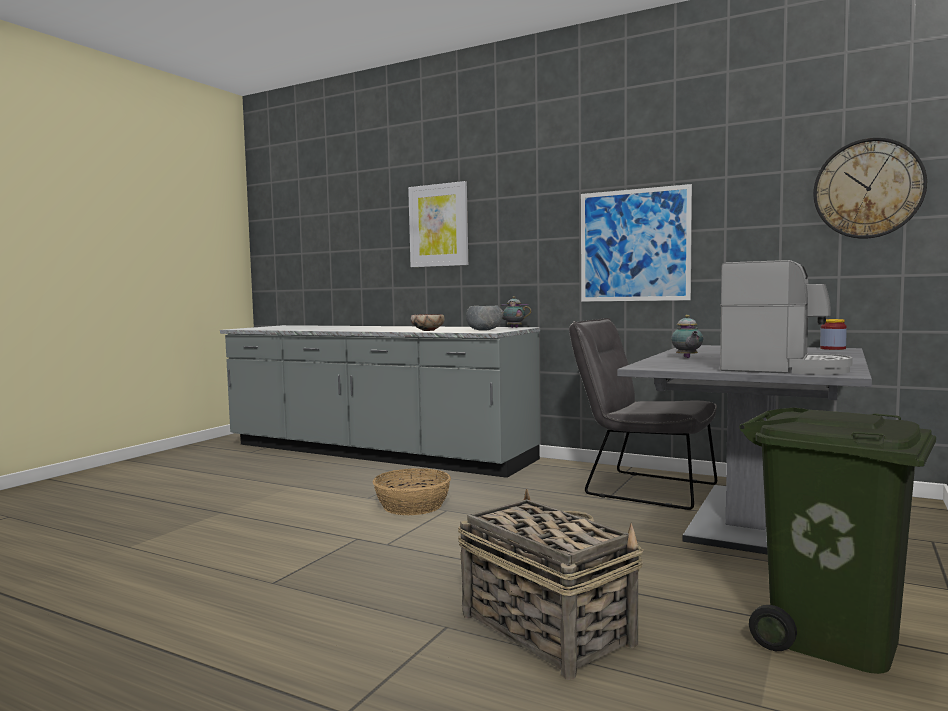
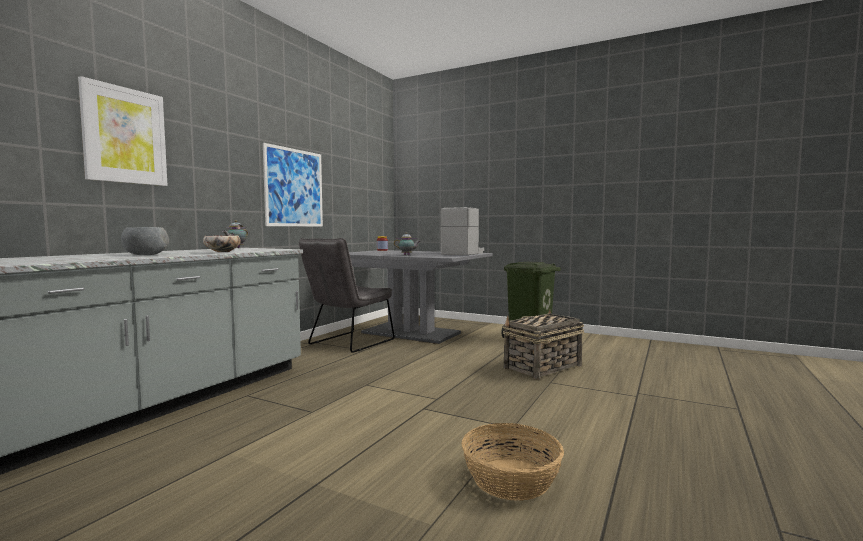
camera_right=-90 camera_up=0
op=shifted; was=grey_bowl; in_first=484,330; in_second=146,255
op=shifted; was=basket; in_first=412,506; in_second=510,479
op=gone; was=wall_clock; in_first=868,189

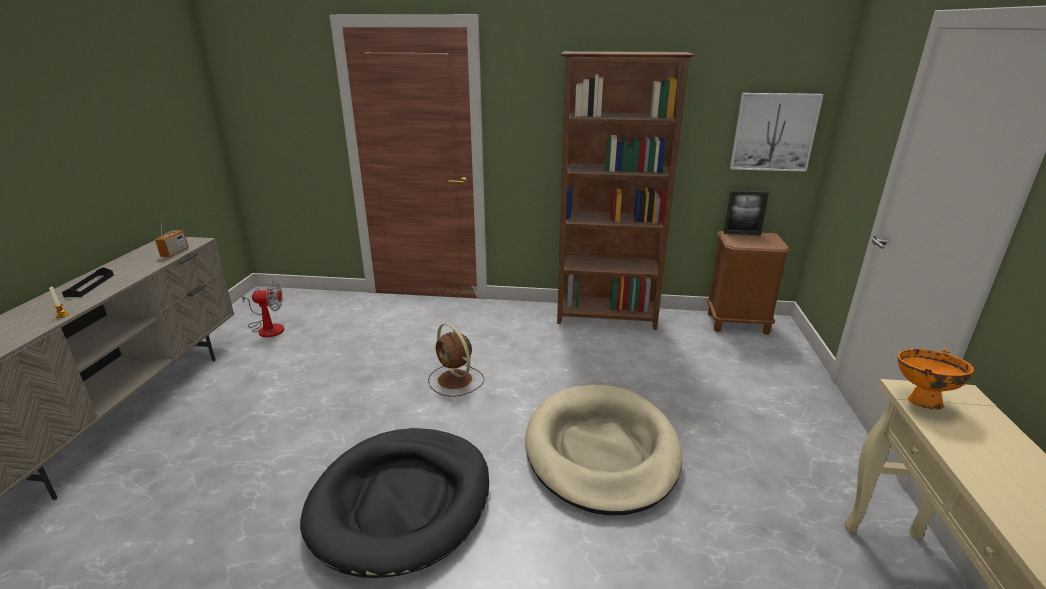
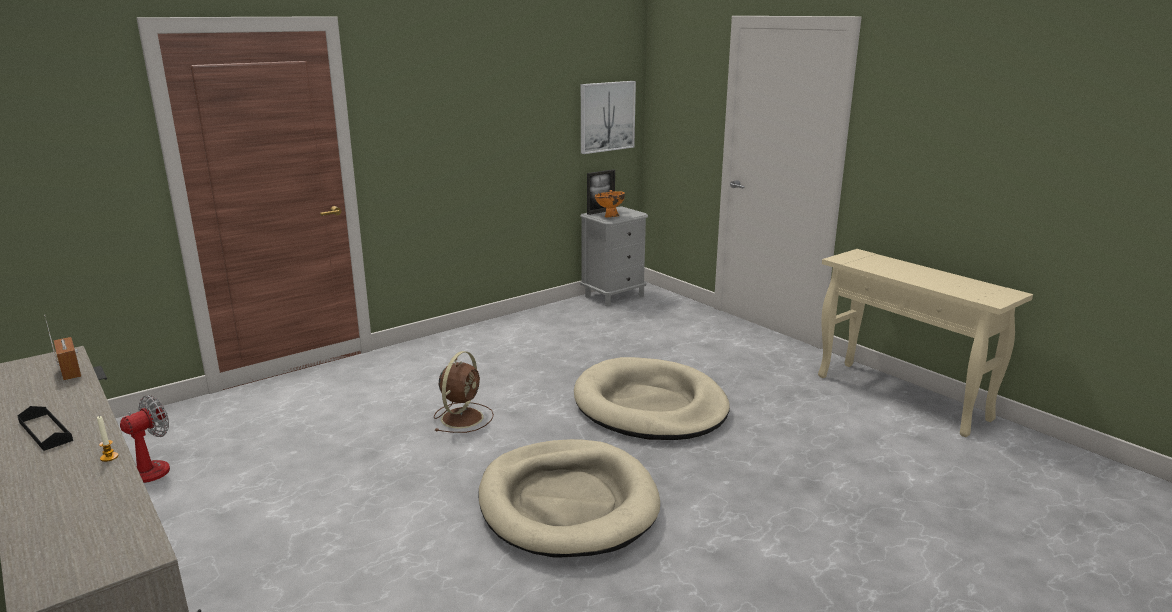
camera_right=-45 camera_up=-5
op=rotated; was=brown_fan; in_first=456,380; in_second=463,417; clockwise=-75
op=repainted; was=black_dog_bed; now=beige_dog_bed; in_first=401,502; in_second=567,503
op=repainted; was=brown_nightstand; now=grey_nightstand; in_first=737,323; in_second=614,296
op=shifted; was=orange_bowl; in_first=920,401; in_second=609,217
op=gone; was=brown_bookcase; in_first=607,317

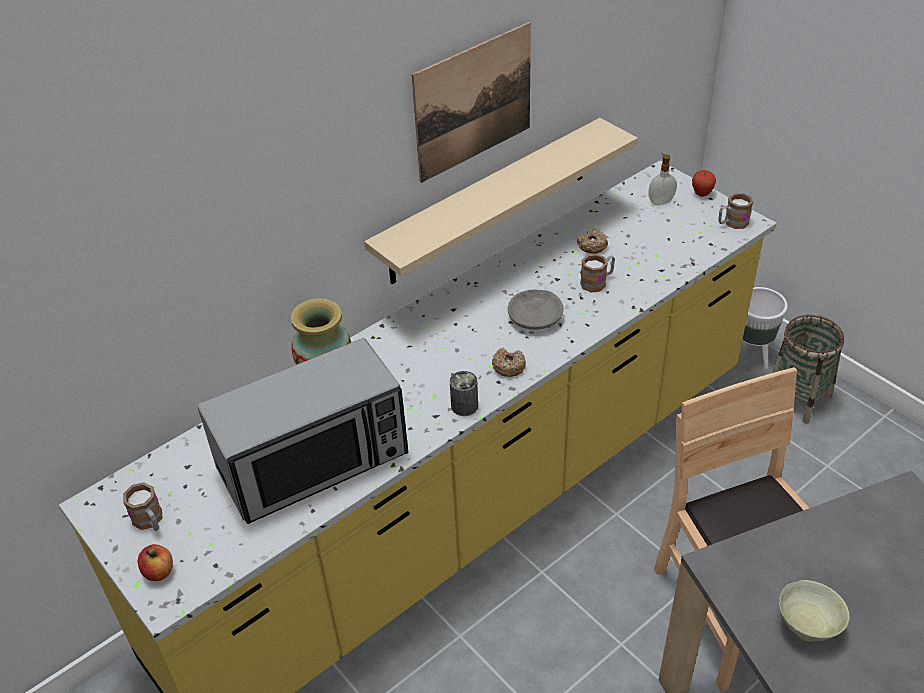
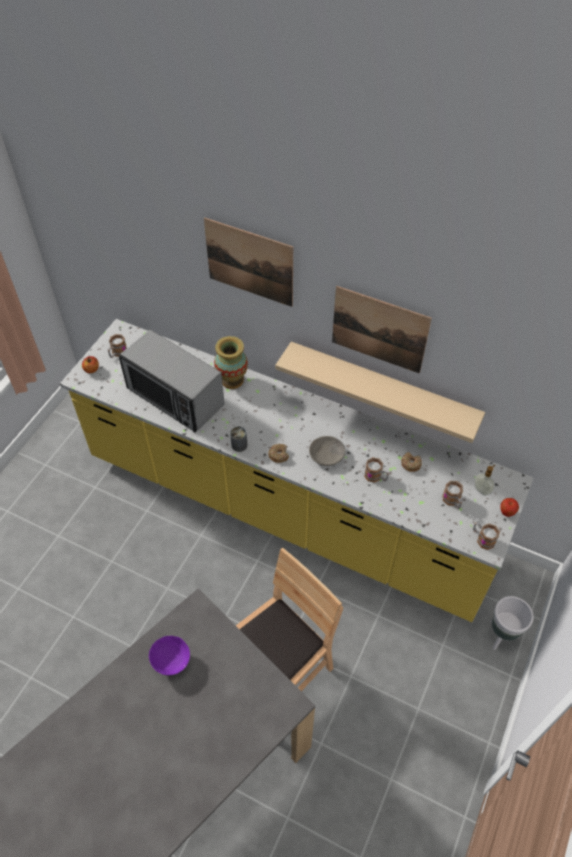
camera_right=65 camera_up=10
op=repainted; was=beige_bowl; now=purple_bowl; in_first=808,626; in_second=171,662
op=new; now=picture; in_second=249,262
op=new; now=mug; in_second=452,501
op=gone; was=basket; in_first=797,398

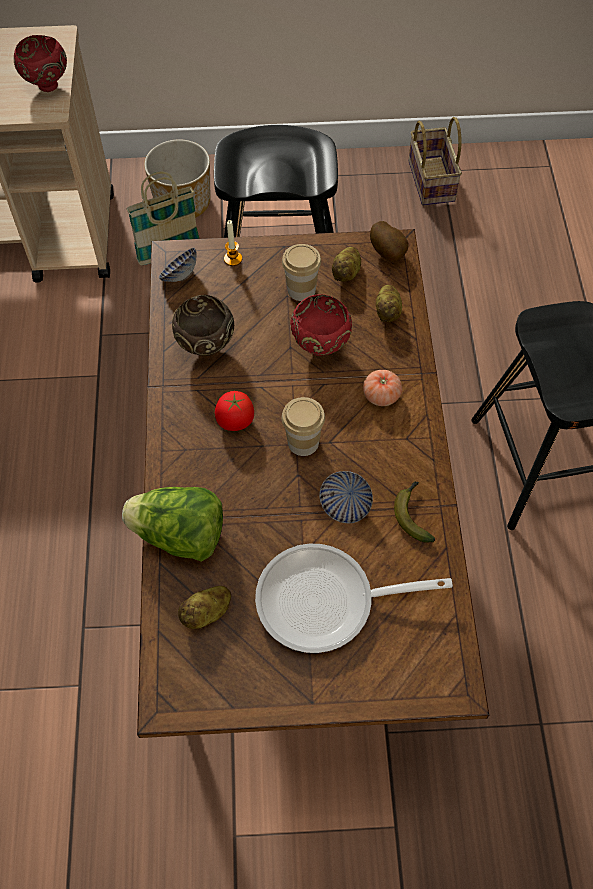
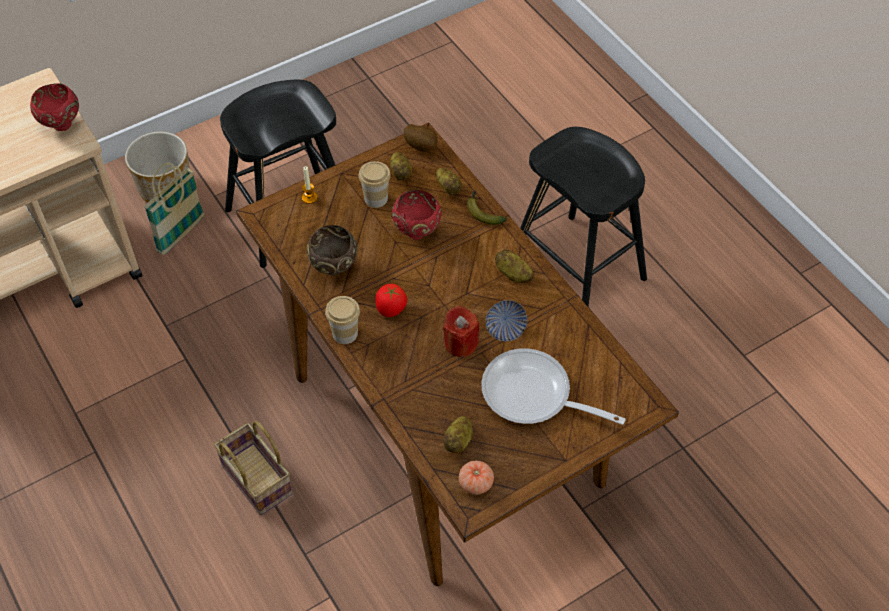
camera_right=-30 camera_up=-5
op=shifted; was=basket; in_first=429,180; in_second=254,479
op=shifted; was=cup; in_first=303,442; in_second=345,333
op=new; now=red_candle; in_second=460,343
op=shifted; was=tomato; in_first=381,395; in_second=476,483
op=shifted; was=banana; in_first=413,514; in_second=483,212
op=rotated; was=frying_pan; in_first=326,602; in_second=533,395; clockwise=60
op=new; now=potato; in_second=513,274
op=gone; was=lettuce; in_first=180,536
op=gone; was=bowl; in_first=179,276

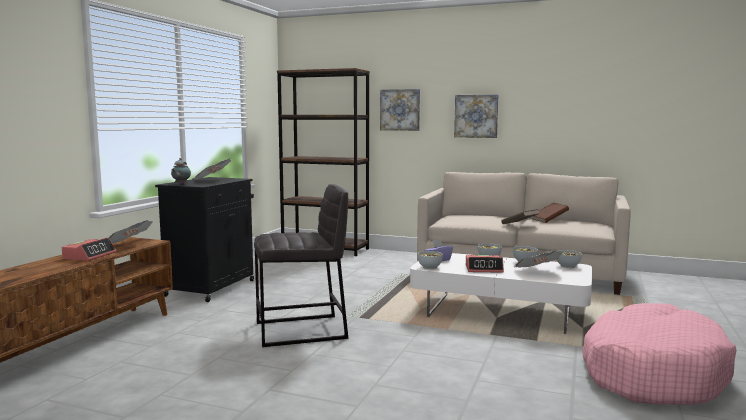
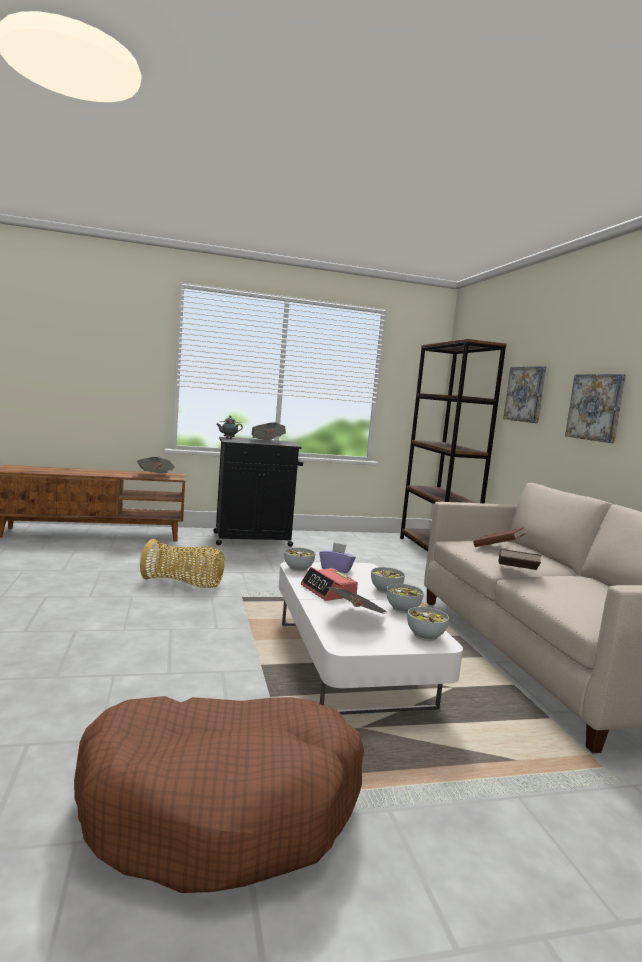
camera_right=55 camera_up=0
op=repainted; was=pink_dog_bed; now=brown_dog_bed; in_first=651,372; in_second=222,805
op=swapped; was=grey_stool; now=basket; in_first=302,331; in_second=184,583
op=shifted; was=brown_book; in_first=549,220; in_second=497,548
op=gone; was=alarm_clock; in_first=89,256

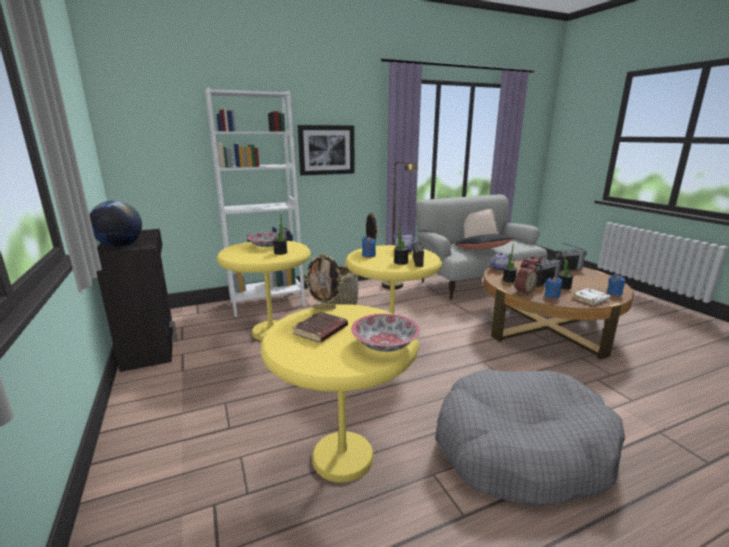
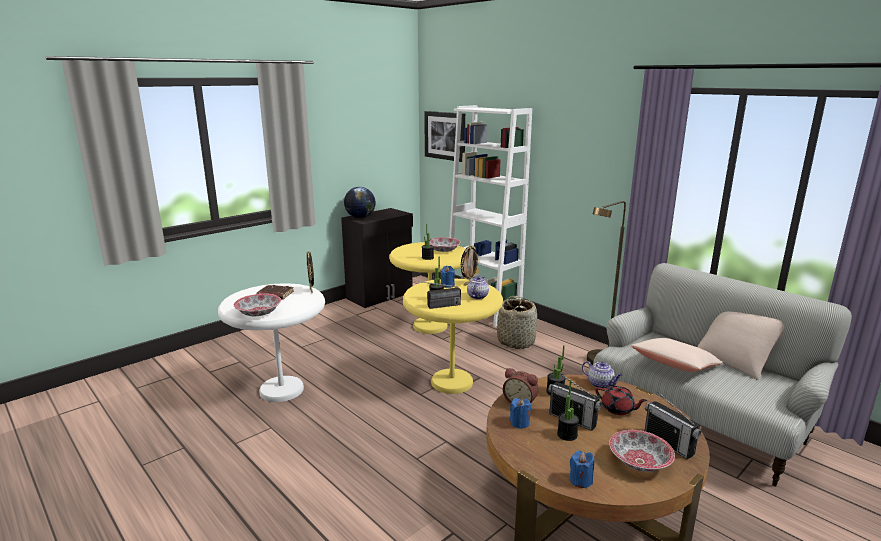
camera_right=70 camera_up=0
op=repainted; was=yellow_side_table; now=white_side_table; in_first=343,457; in_second=281,390
op=shifted; was=picture; in_first=326,150; in_second=445,136
op=new; now=bowl; in_second=640,462
op=repainted; was=black_pillow; now=beige_pillow; in_first=482,250; in_second=674,366
op=gone; was=grey_dog_bed; in_first=521,449
op=gone; was=white_book; in_first=591,299

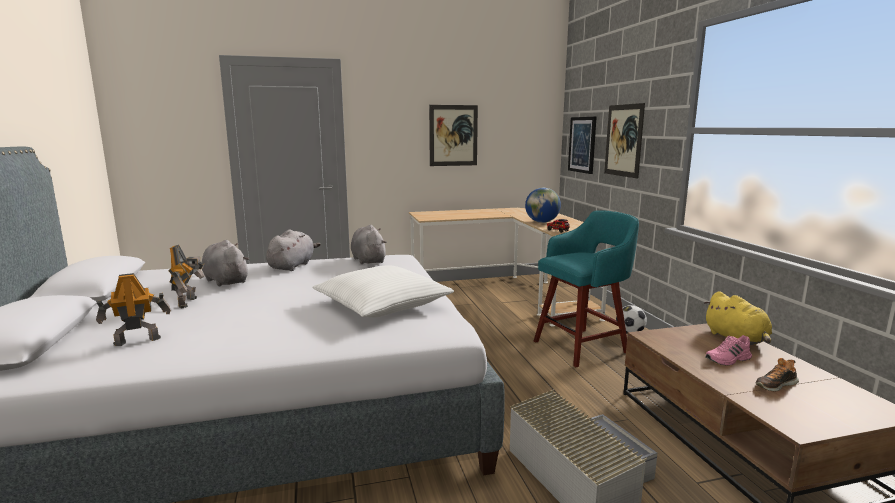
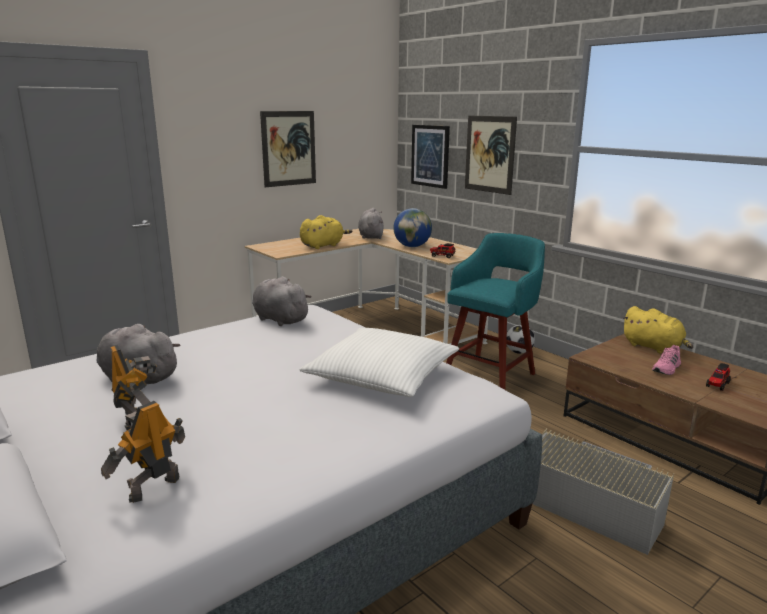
camera_right=-25 camera_up=5
op=new; now=yellow_plush_toy; in_second=323,246
op=shifted; was=grey_plush_toy; in_first=292,266; in_second=370,236
op=swapped; was=shoe; now=toy_truck; in_first=775,385; in_second=717,385

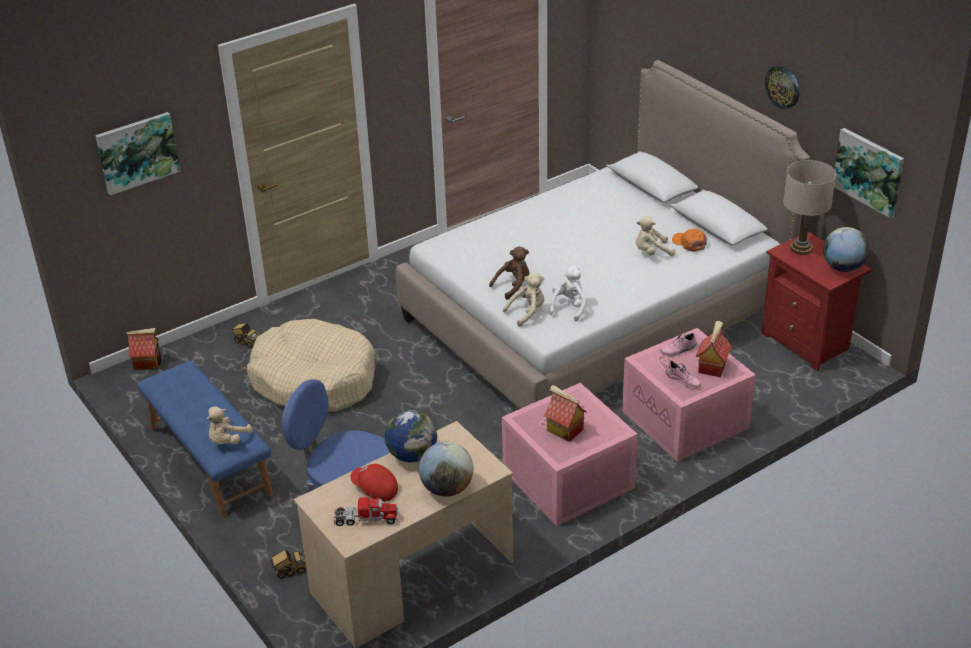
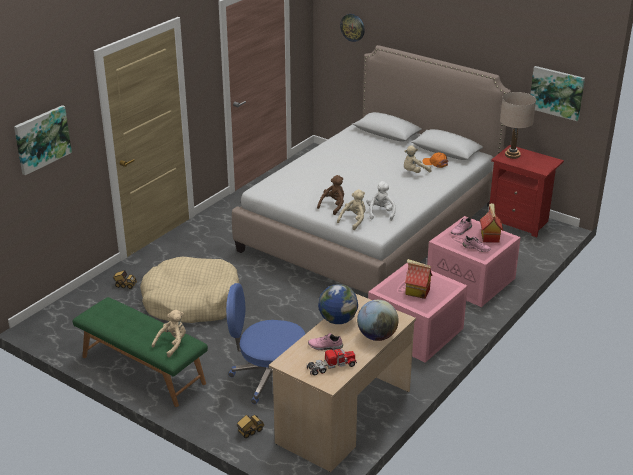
camera_right=-20 camera_up=-5
op=repainted; was=blue_bench; now=green_bench; in_first=209,460; in_second=142,370
op=rotated; was=beige_plush_toy; in_first=227,440; in_second=172,344; clockwise=-150
op=swapped; was=red_cap; now=pink_shoe; in_first=374,489; in_second=325,347
op=shifted; was=wall_clock; in_first=783,86; in_second=352,27
op=gone; was=toy_house; in_first=148,362
op=gone; was=globe; in_first=842,268

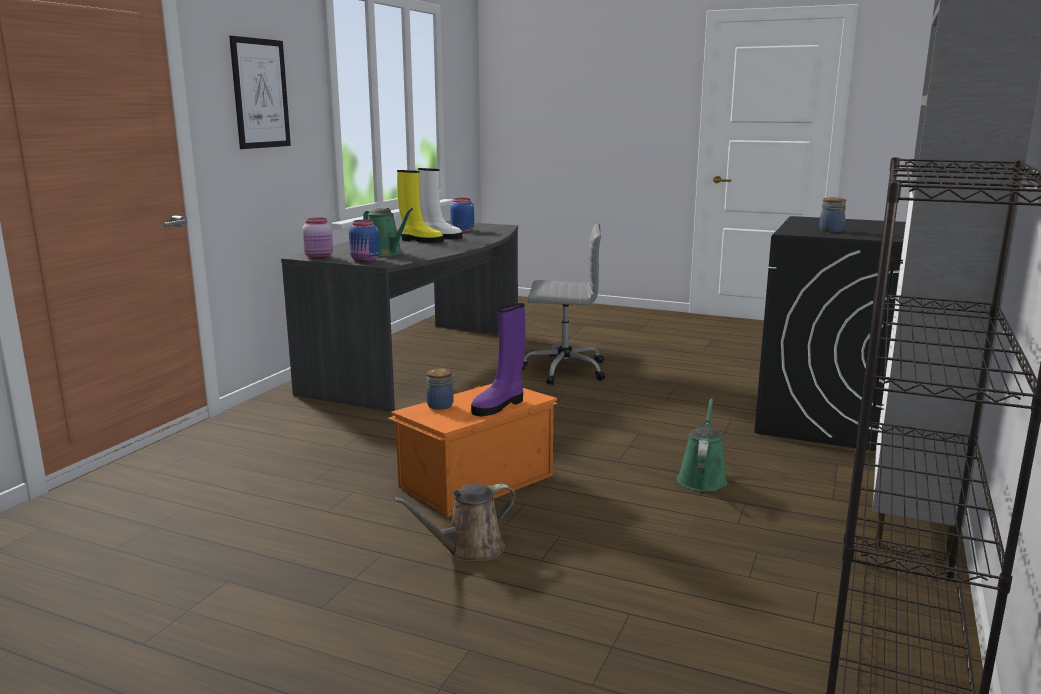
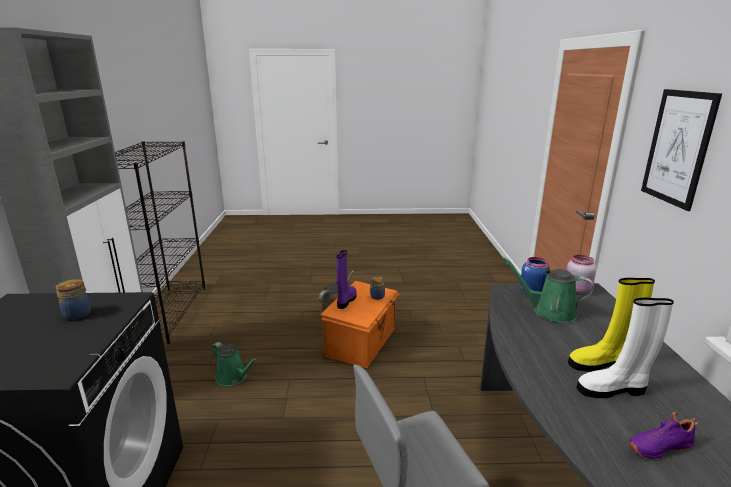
camera_right=155 camera_up=5
op=rotated; was=green_watering_can; in_first=702,478; in_second=233,377; clockwise=-45
op=swapped; was=blue_jar; now=purple_shoe; in_first=462,230; in_second=658,446

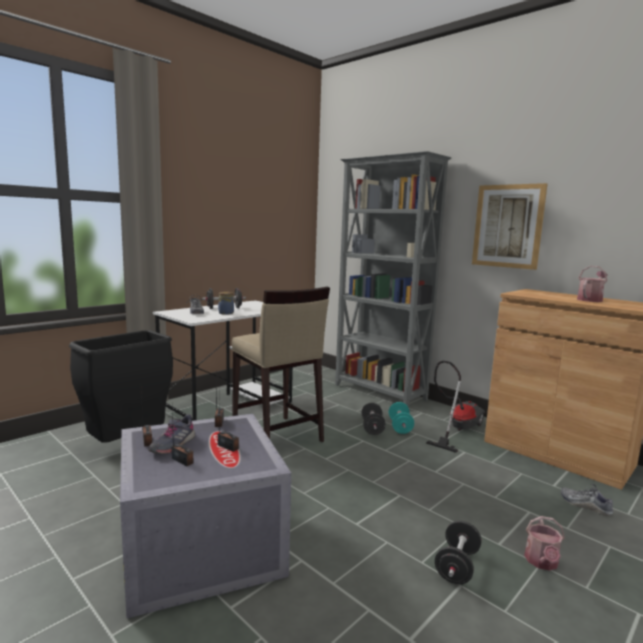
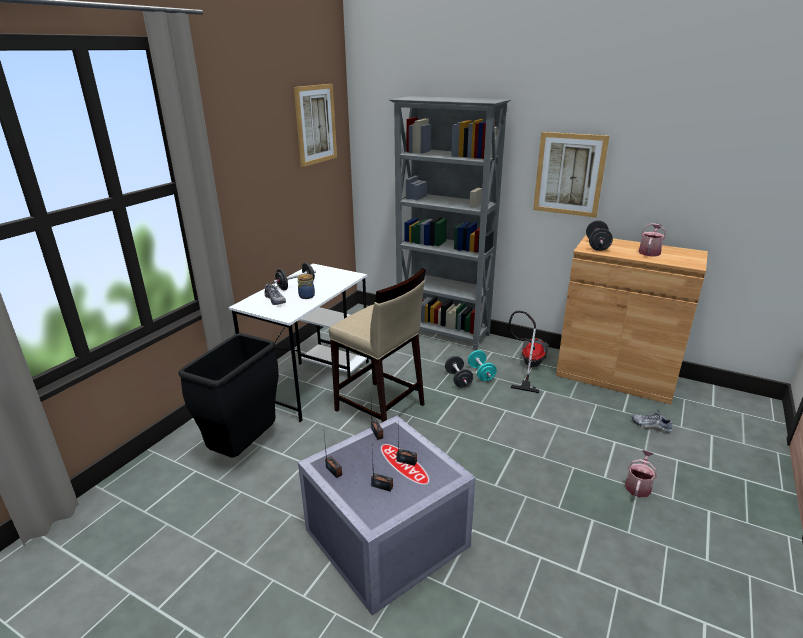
camera_right=-15 camera_up=15
op=new; now=picture; in_second=316,124
op=shifted; was=black_dumbbell; in_first=457,566; in_second=597,245
op=rotated; was=watering_can; in_first=542,562; in_second=638,486; clockwise=-150
op=gone; was=grey_shoe; in_first=172,445

